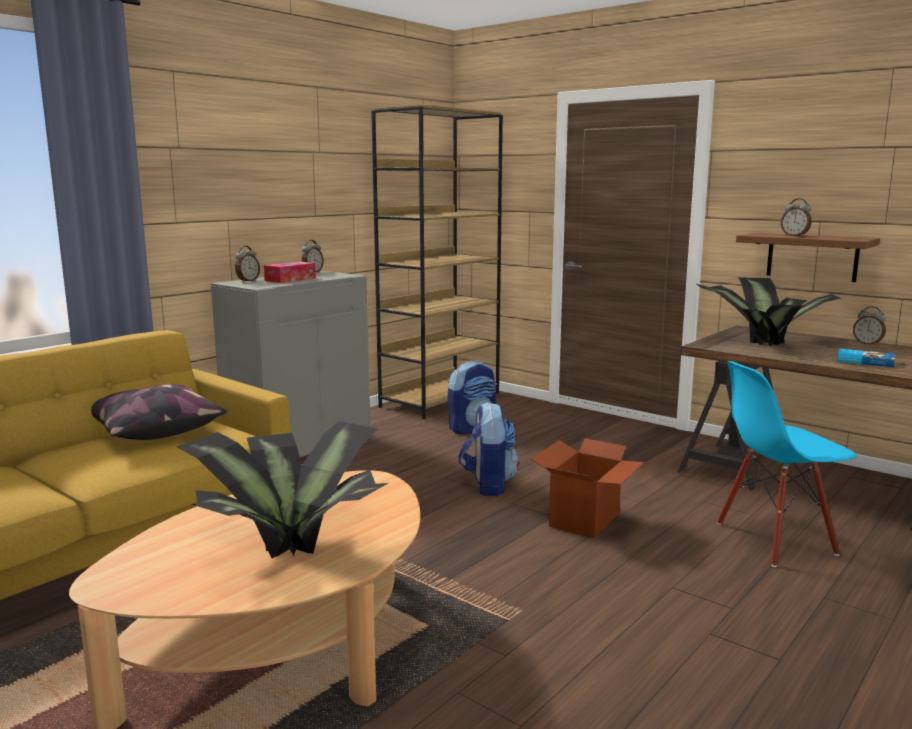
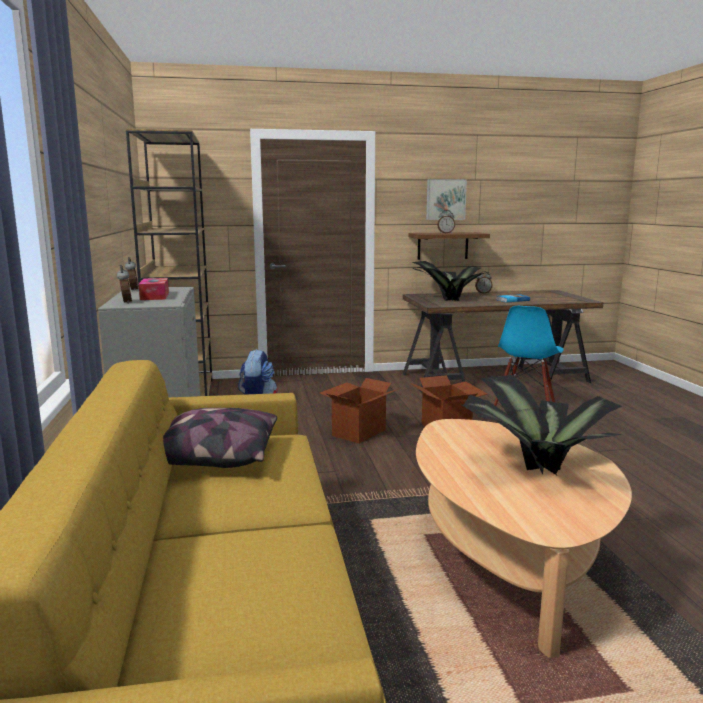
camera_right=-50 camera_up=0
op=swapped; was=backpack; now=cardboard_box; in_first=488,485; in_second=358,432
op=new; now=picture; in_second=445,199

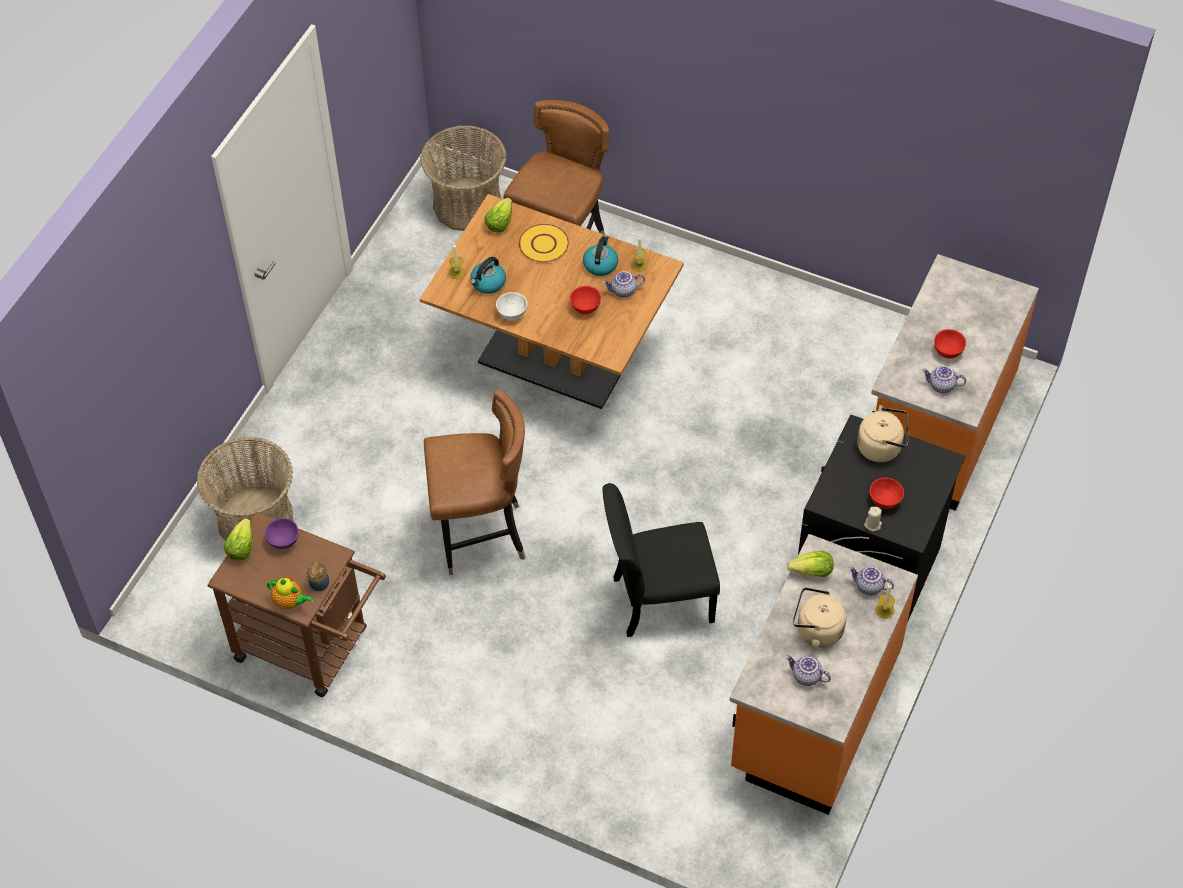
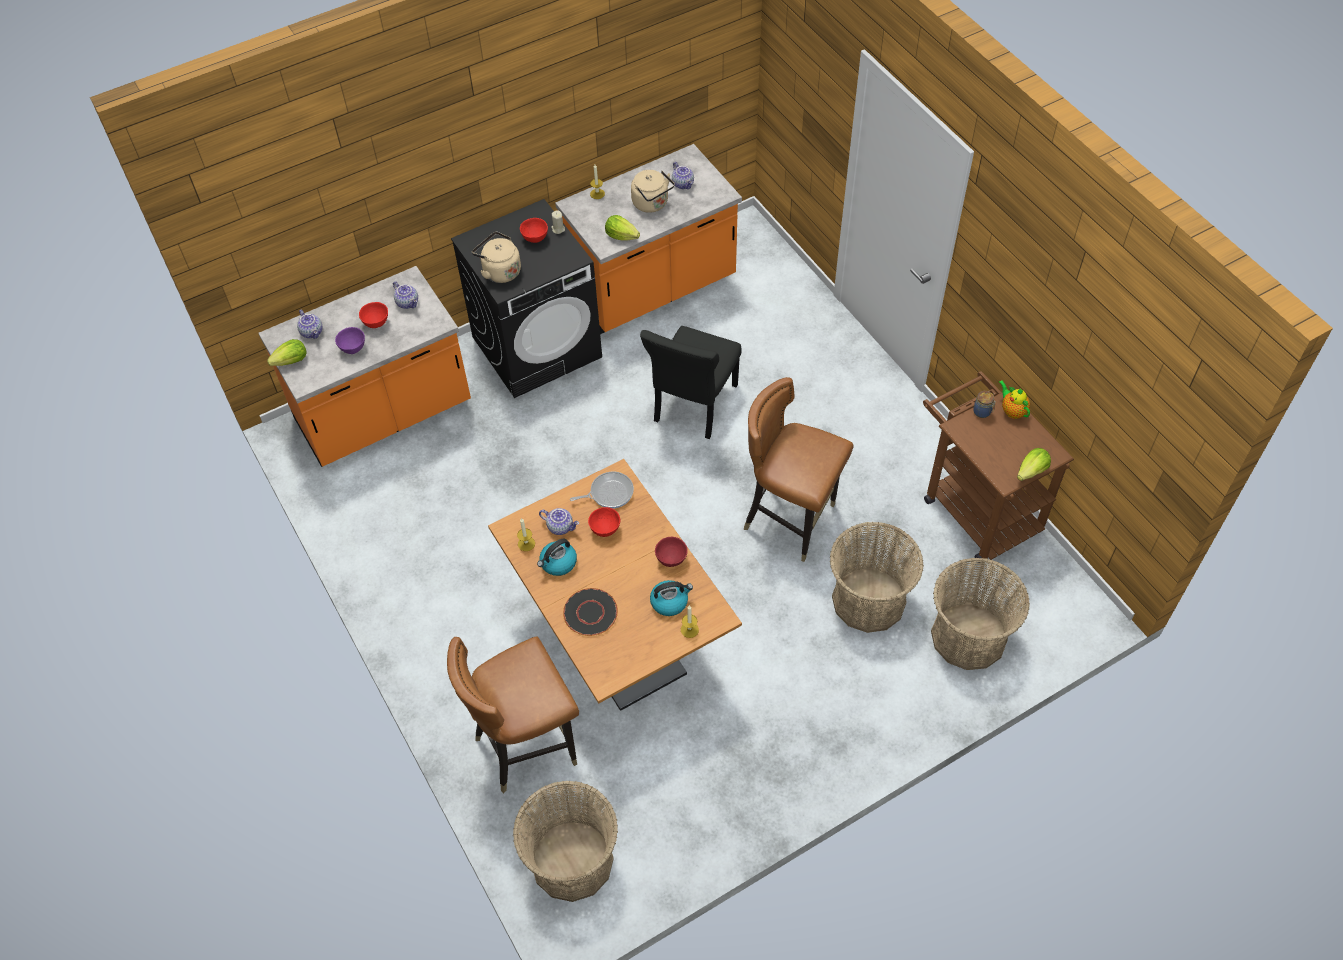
camera_right=-145 camera_up=0
op=shifted; was=lettuce; in_first=499,223; in_second=291,361
op=shifted; was=teapot; in_first=869,587; in_second=312,332
op=shifted; was=purple_bowl; in_first=284,542; in_second=353,348
op=repainted; was=yellow_plate; now=black_plate; in_first=544,244; in_second=590,612
op=new; now=frying_pan; in_second=609,493
op=rotated; was=black_chair; in_first=658,600; in_second=693,405; clockwise=90
op=repainted; was=white_bowl; now=red_bowl; in_first=511,314; in_second=672,559
op=new; now=basket; in_second=869,600

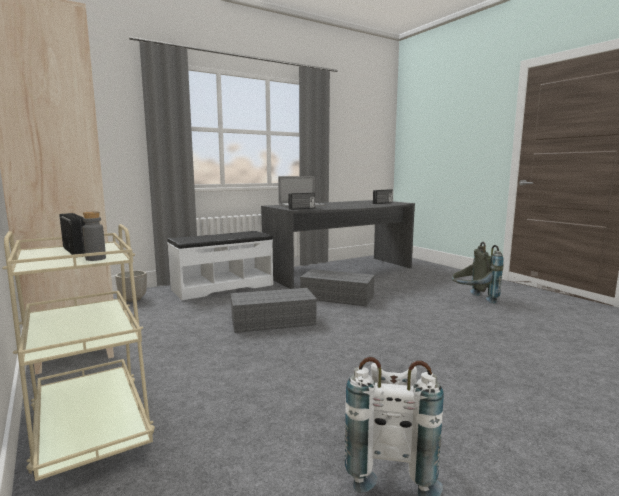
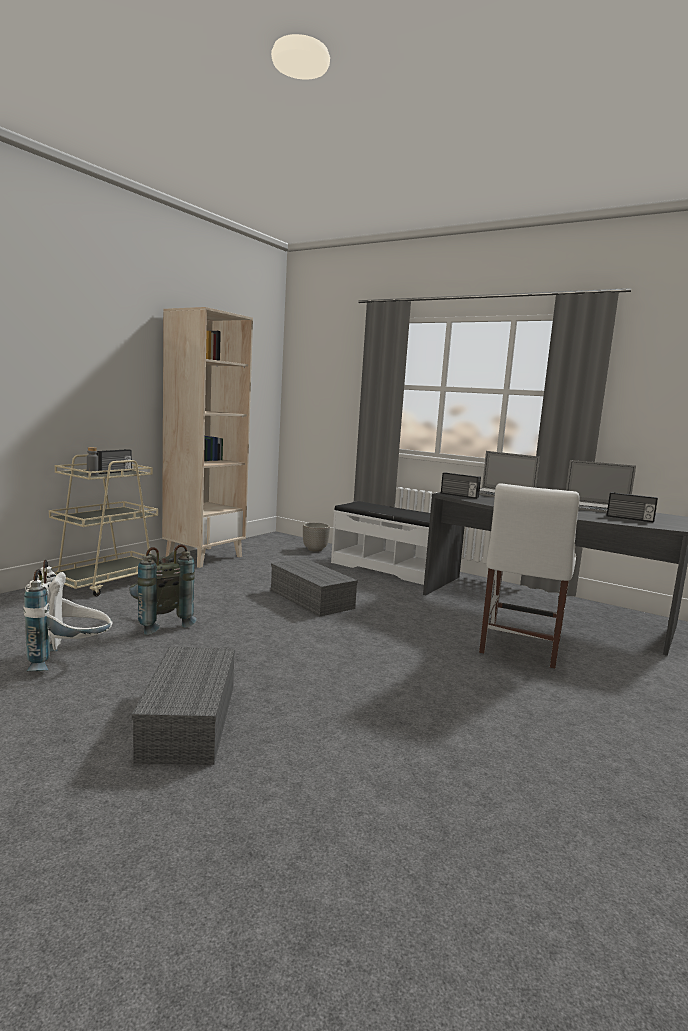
camera_right=65 camera_up=0
op=shifted; was=grey_backpack; in_first=473,300; in_second=159,623
op=shifted; was=grey_storage_box; in_first=338,297; in_second=190,722
op=new; now=white_chair; in_second=519,648
op=new; now=laptop; in_second=597,508

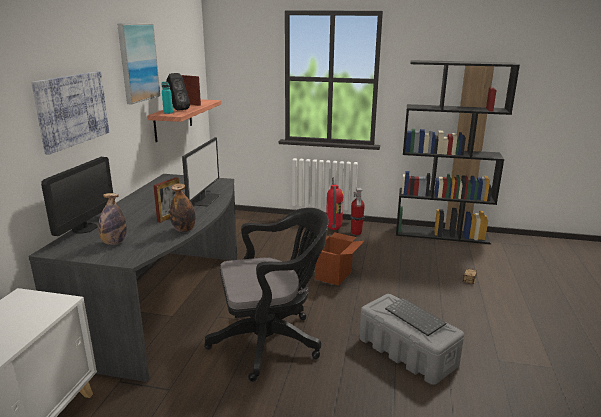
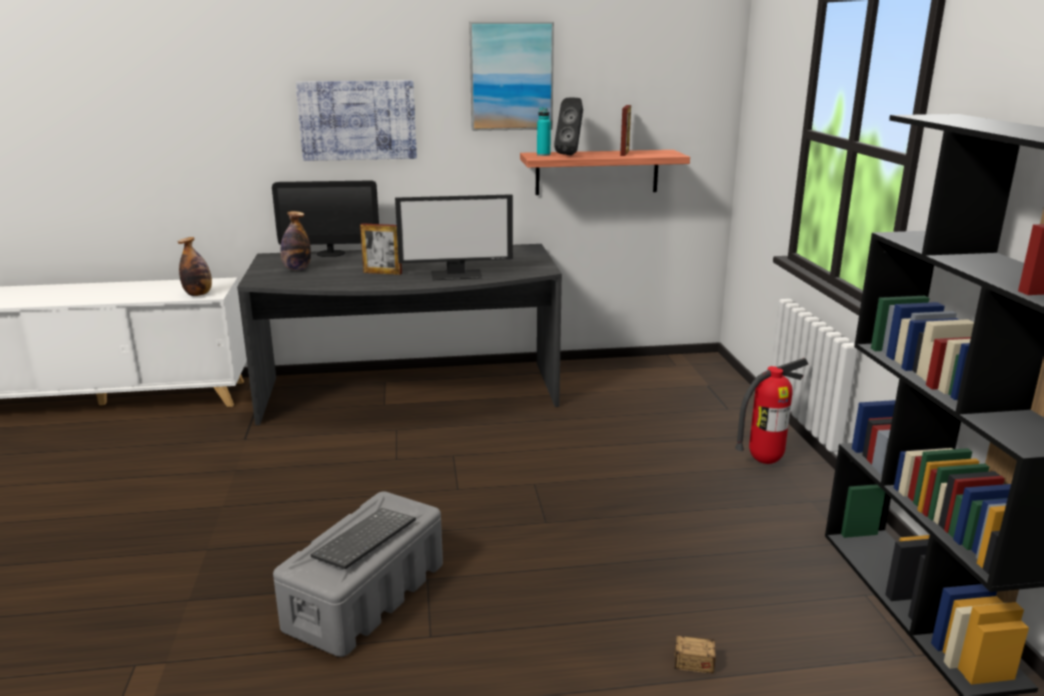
camera_right=70 camera_up=0
op=shifted; was=bottle; in_first=184,229; in_second=198,294
op=gone; was=black_office_chair; in_first=271,341
op=gone; was=cardboard_box; in_first=333,275
op=gone; was=fire_extinguisher; in_first=356,233

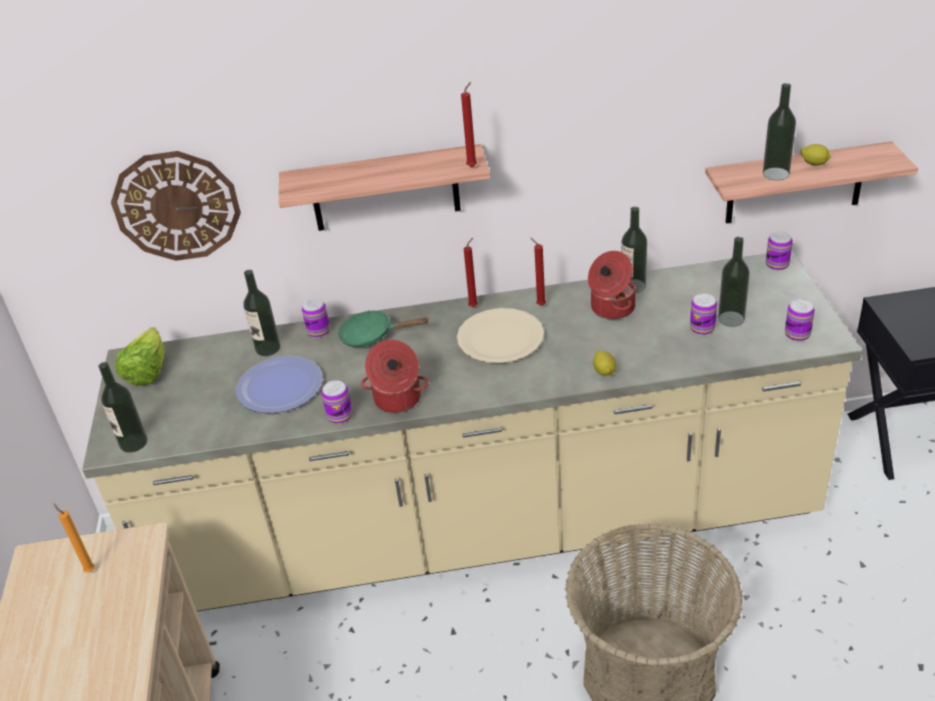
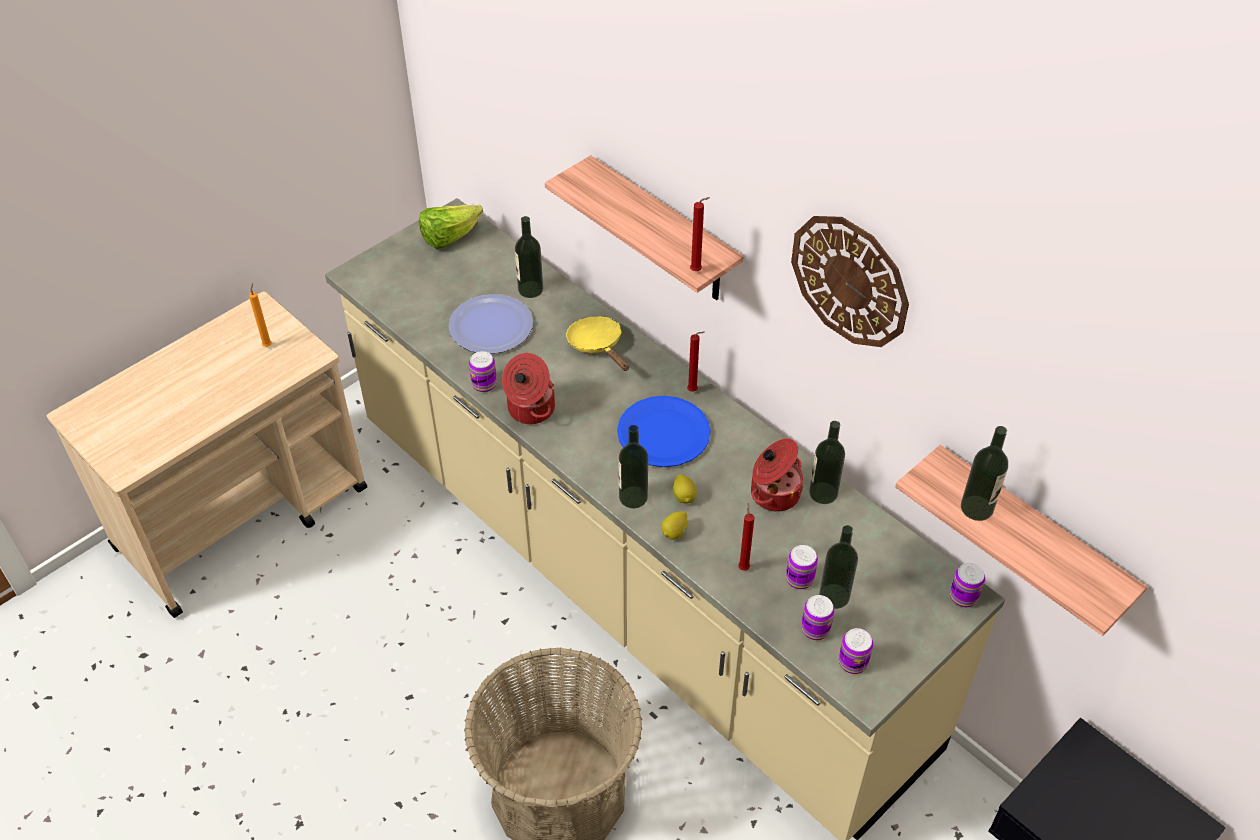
camera_right=50 camera_up=10
op=repainted; was=green_frying_pan; now=yellow_frying_pan; in_first=372,336; in_second=597,345
op=repainted; was=beige_plate; now=blue_plate; in_first=500,338; in_second=663,433
op=shifted; was=bottle; in_first=133,443; in_second=633,497
op=shifted; was=lemon; in_first=814,164; in_second=684,496
op=shifted; was=red_candle; in_first=539,305; in_second=743,567
op=shifted; was=wall_clock; in_first=176,206; in_second=850,280
op=shifted; was=can; in_first=318,331; in_second=815,629

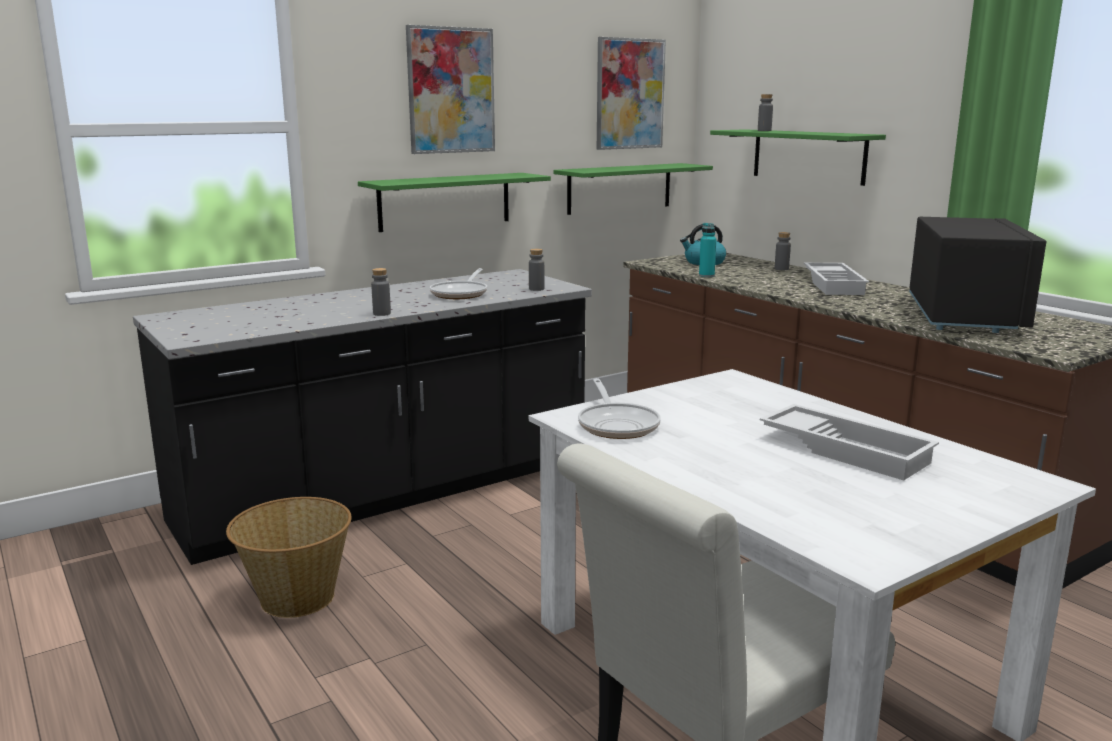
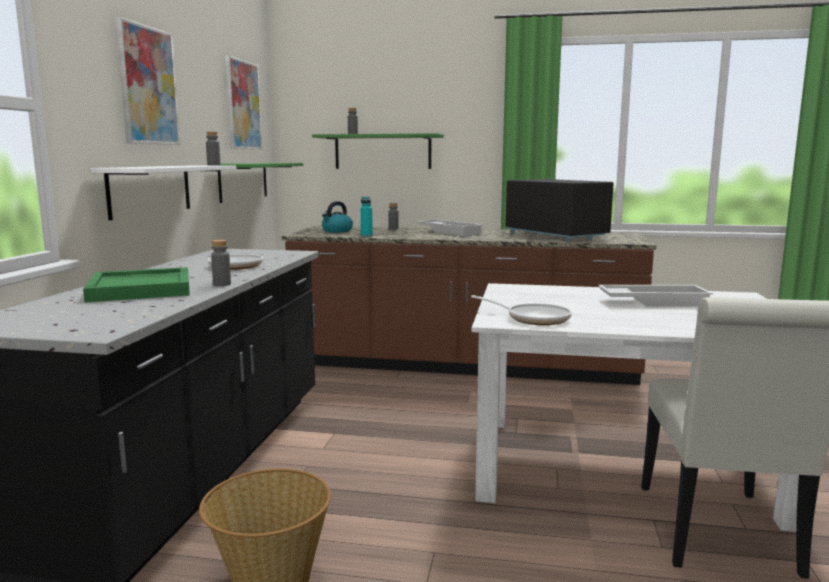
camera_right=-45 camera_up=-5
op=new; now=green_tray; in_second=142,289
op=repainted; was=green_shelf; now=white_shelf; in_first=445,201; in_second=150,190
op=shifted; was=grey_bottle; in_first=536,289; in_second=213,165

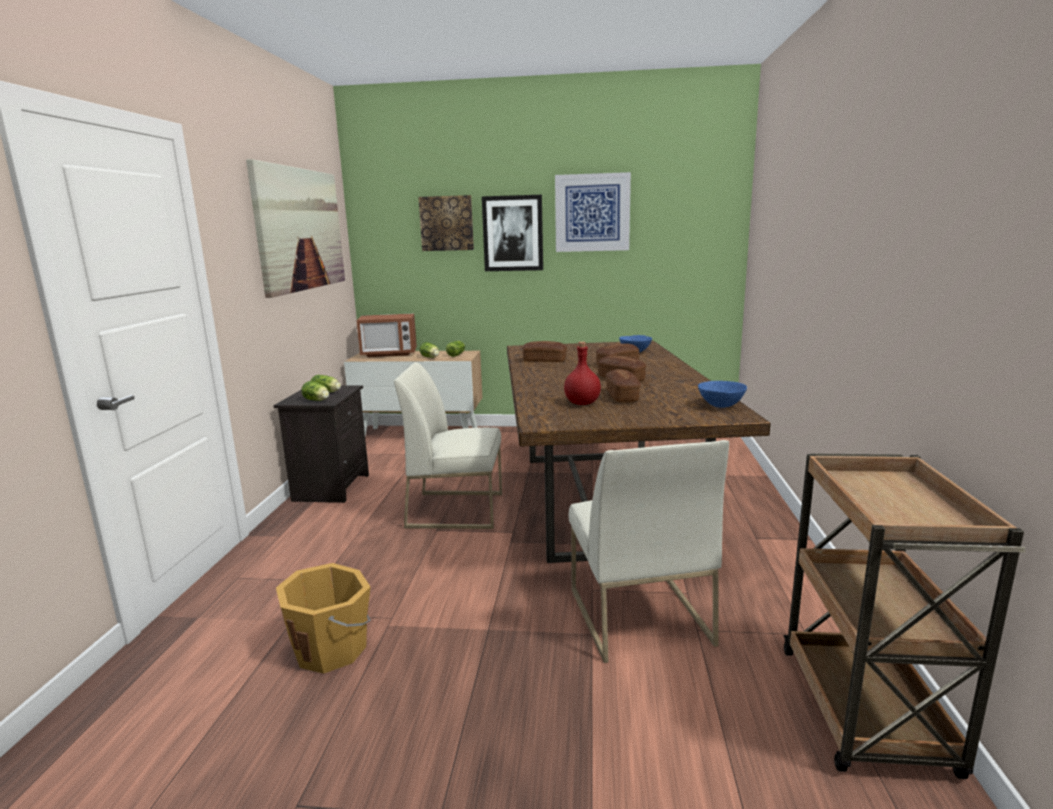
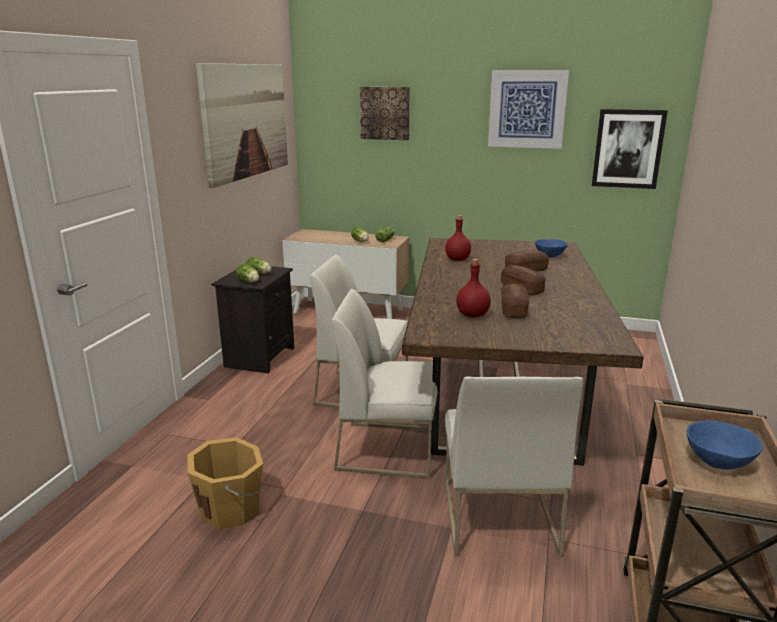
camera_right=10 camera_up=5
op=new; now=white_chair; in_second=389,448
op=swapped; was=bread; now=red_bottle; in_first=544,360; in_second=458,259
op=shifted; was=picture; in_first=513,233; in_second=628,149
op=shifted; was=blue_bowl; in_first=720,406; in_second=717,462
op=gone; was=microwave; in_first=389,354

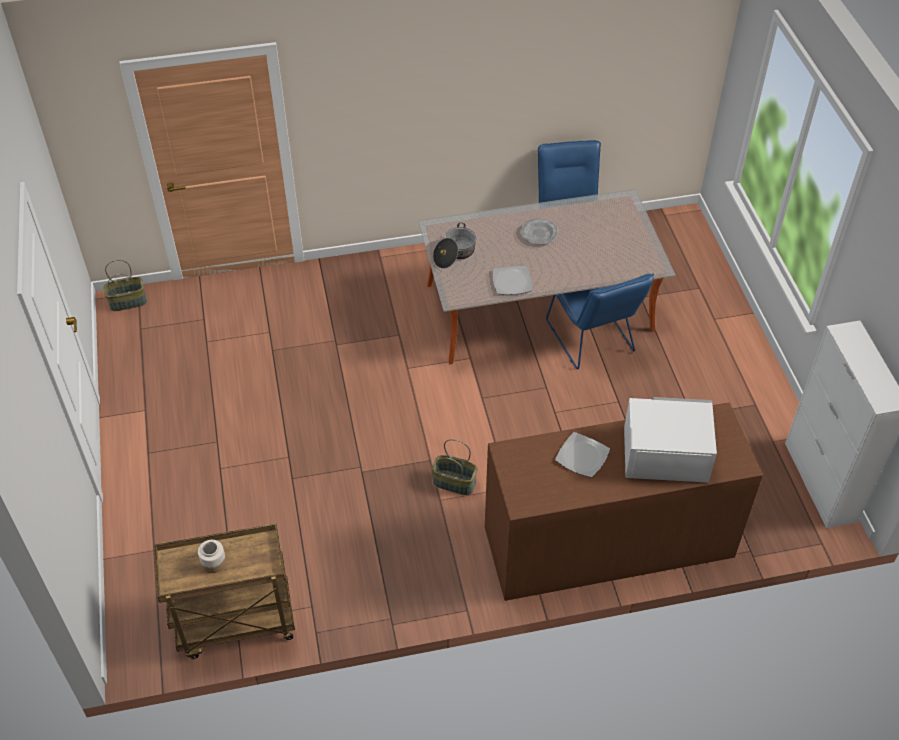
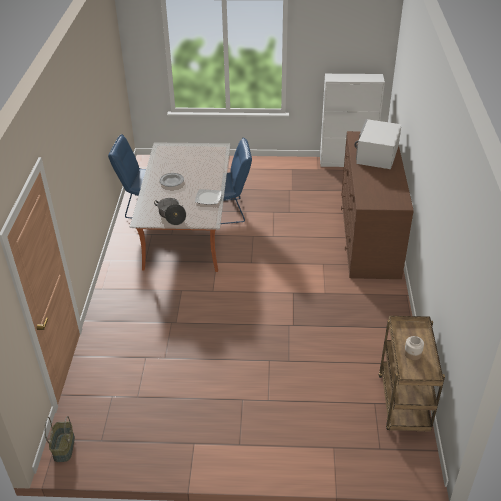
camera_right=-75 camera_up=-10
op=gone; was=basket; in_first=455,482
op=gone; was=plate; in_first=582,457

